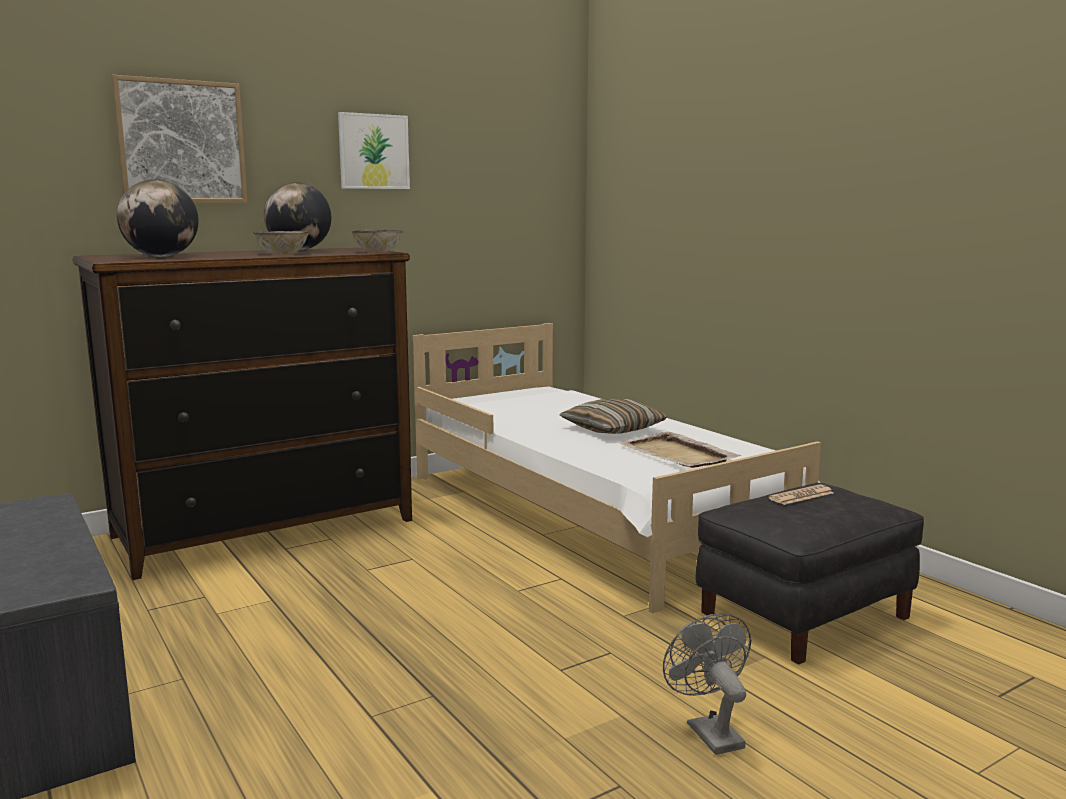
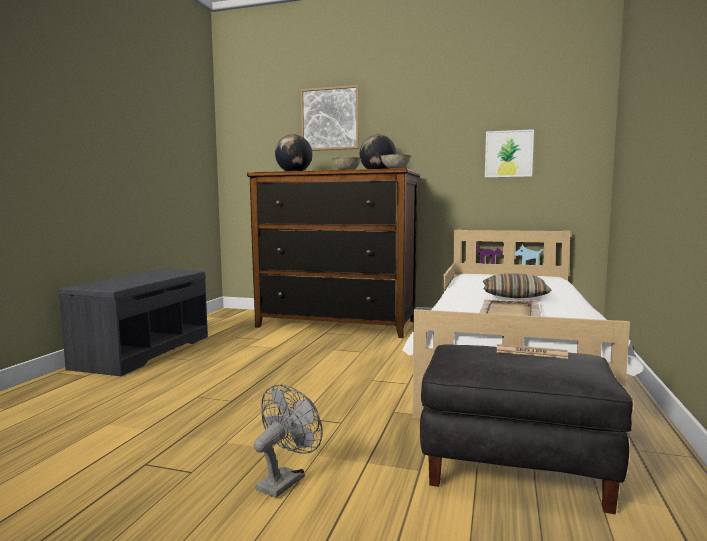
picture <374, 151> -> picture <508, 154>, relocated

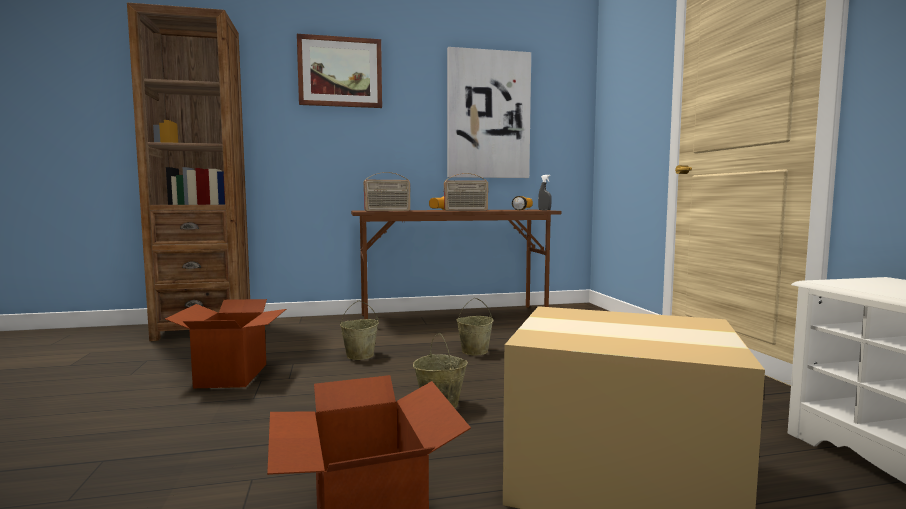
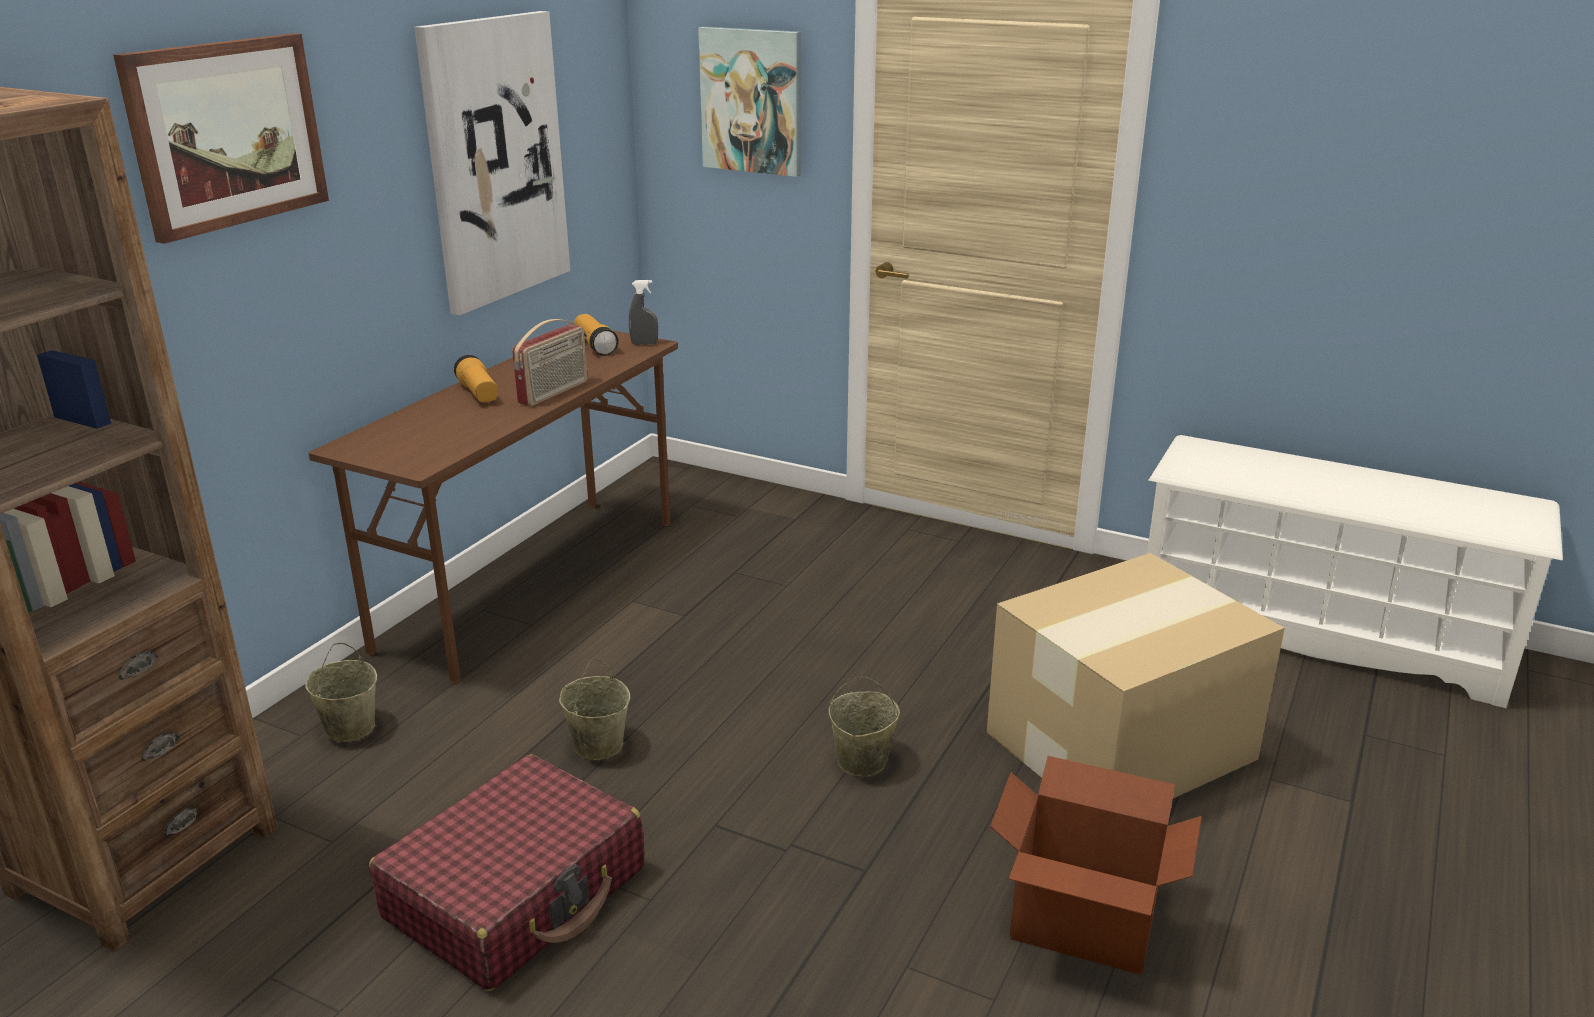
beige bucket <474, 351> -> beige bucket <349, 727>, relocated
cardboard box <233, 375> -> red suitcase <517, 893>
none -> picture <752, 101>
radio <387, 211> -> none

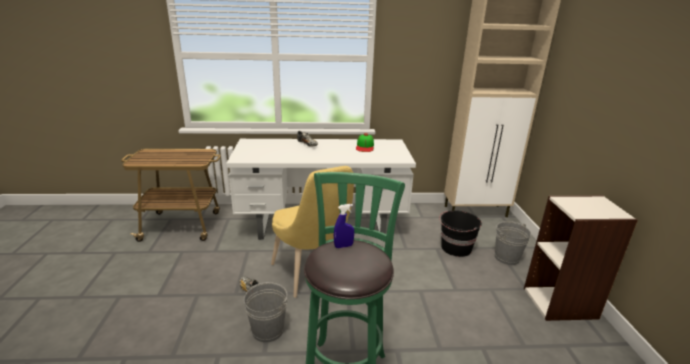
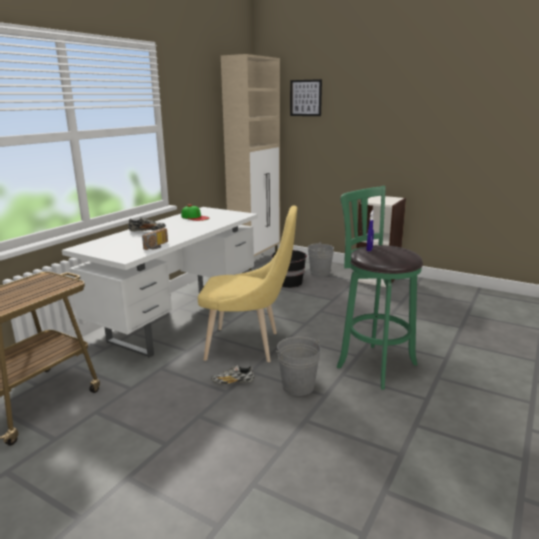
none -> radio <157, 246>
none -> picture <305, 98>

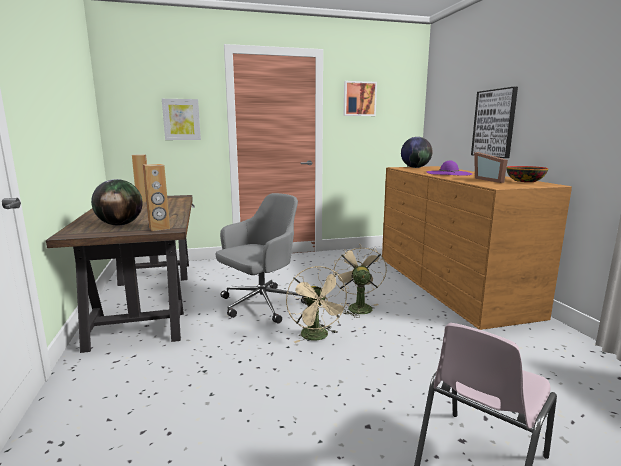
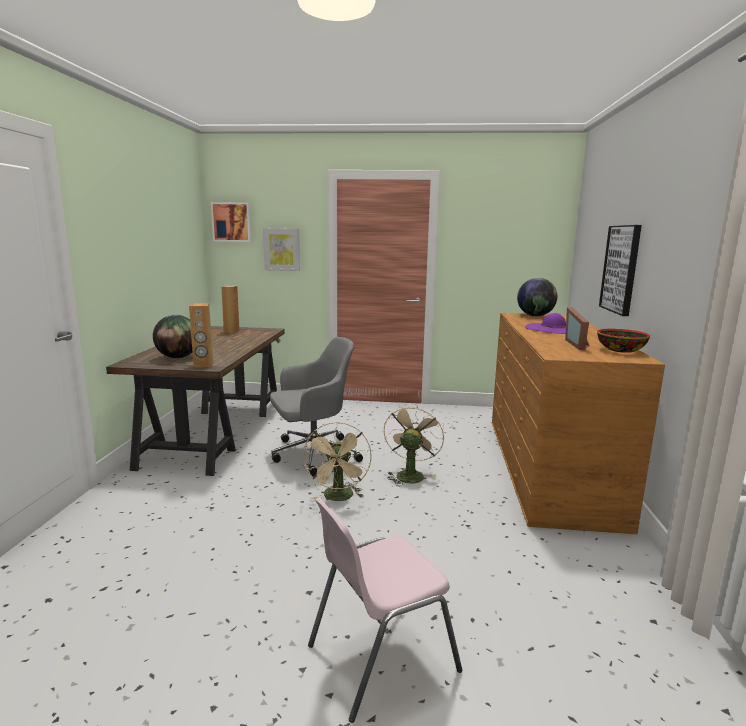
picture <359, 99> -> picture <232, 222>, relocated

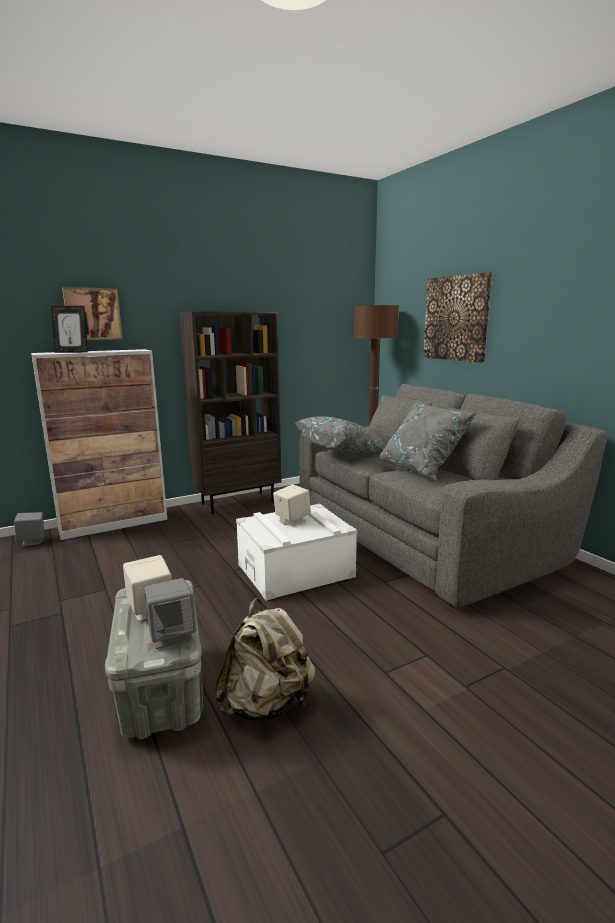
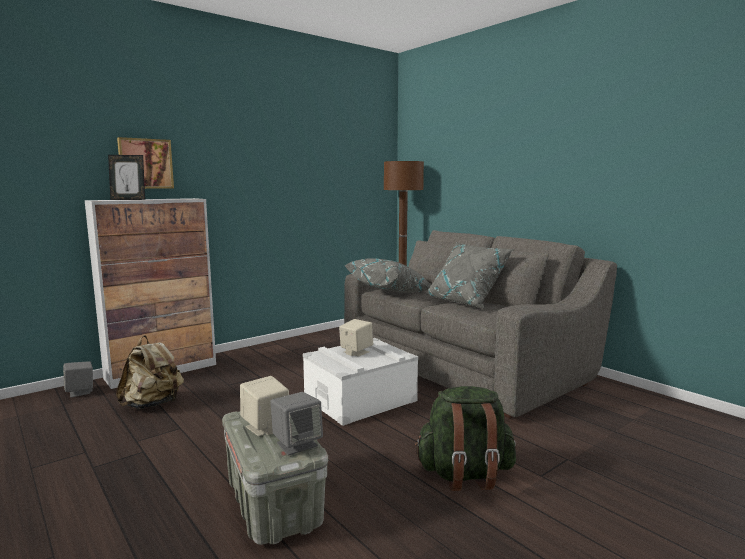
beige backpack <267, 704> -> beige backpack <153, 404>, relocated
none -> green backpack <465, 475>
brown bookcase <238, 502> -> none
picture <456, 318> -> none

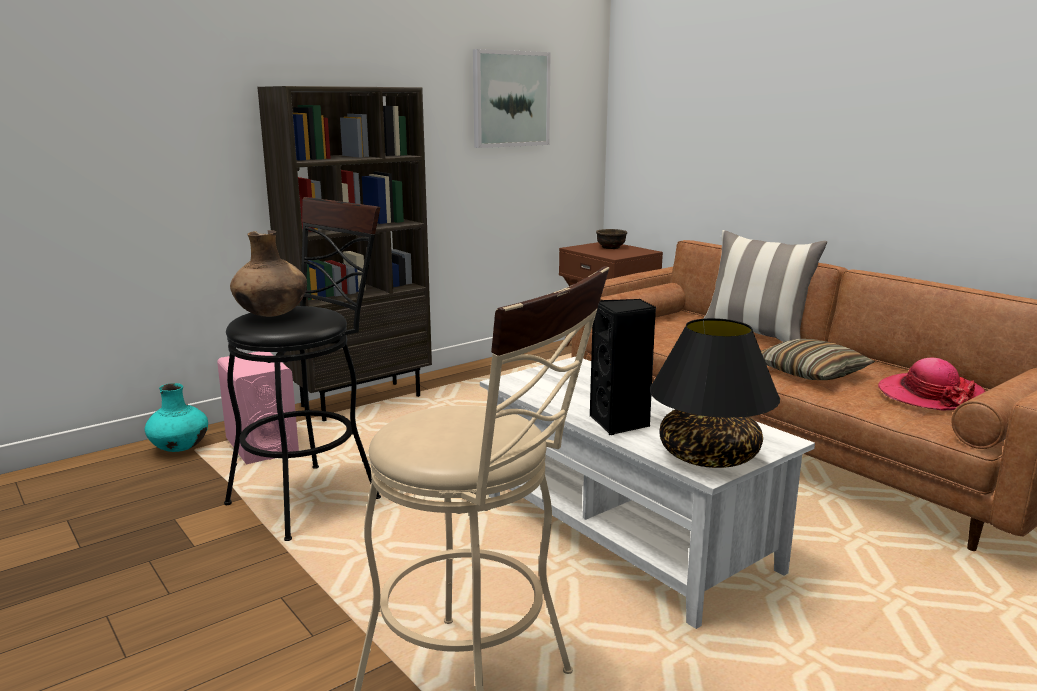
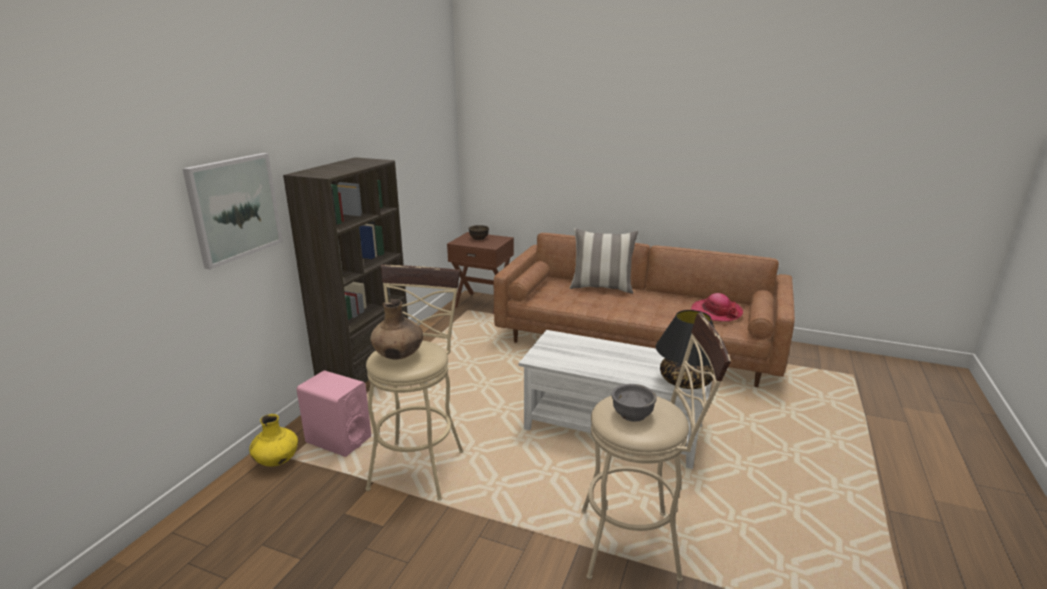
picture <510, 99> -> picture <234, 208>, relocated
turquoise vase <179, 448> -> yellow vase <277, 461>
black stool <314, 496> -> beige stool <419, 464>
none -> grey bowl <632, 414>
black speaker <620, 423> -> none
pillow <811, 373> -> none

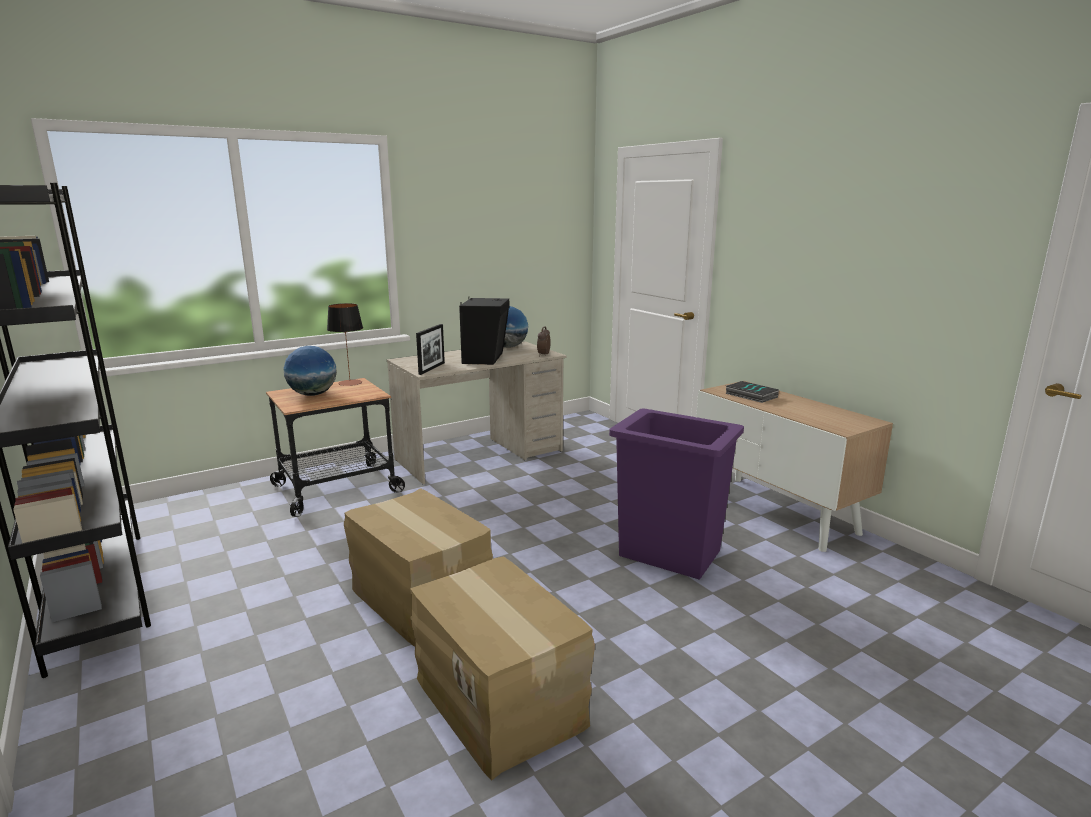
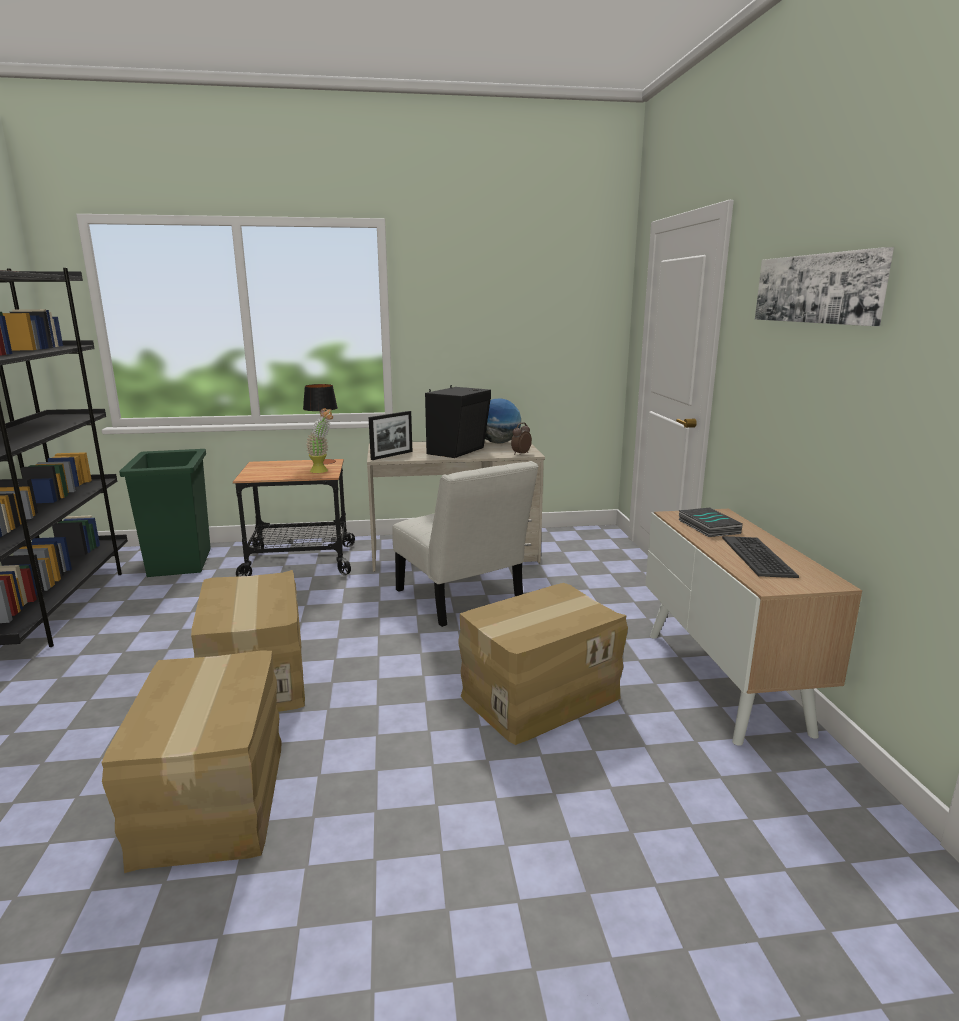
none -> green trash can <181, 562>
none -> potted plant <323, 471>
none -> white chair <462, 600>
purple trash can <668, 553> -> cardboard box <539, 696>
none -> keyboard <758, 557>
none -> picture <818, 288>
globe <313, 394> -> none

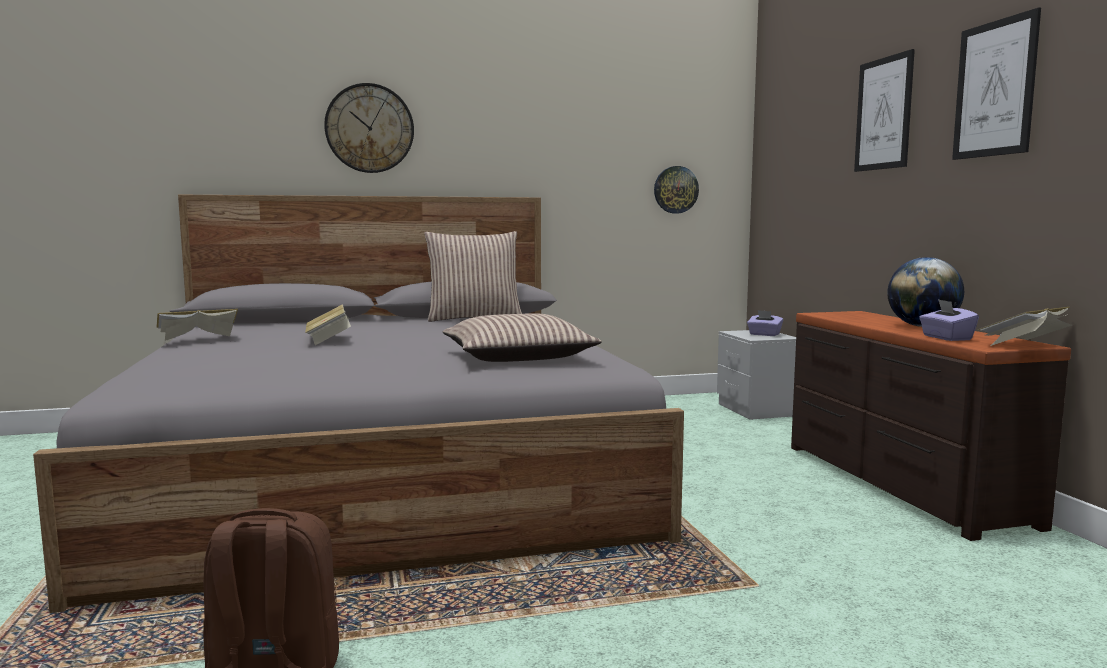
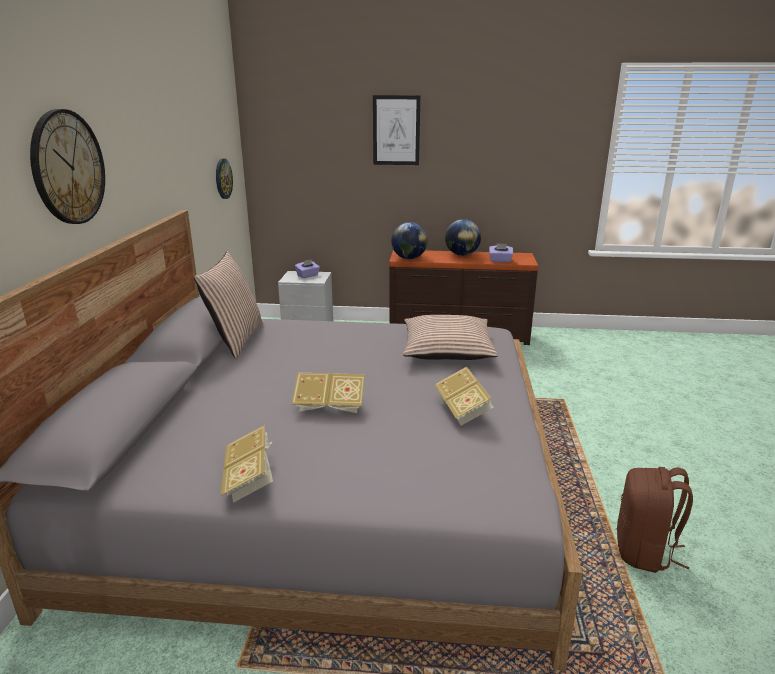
none -> globe <409, 258>
book <1024, 345> -> book <462, 409>, relocated
picture <994, 89> -> none

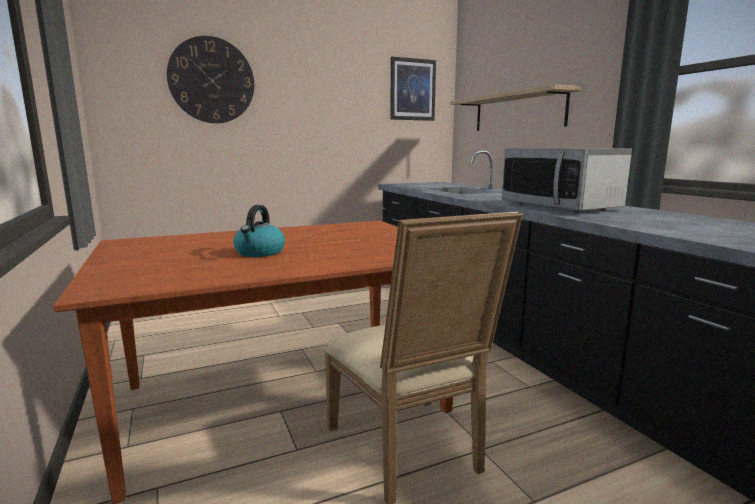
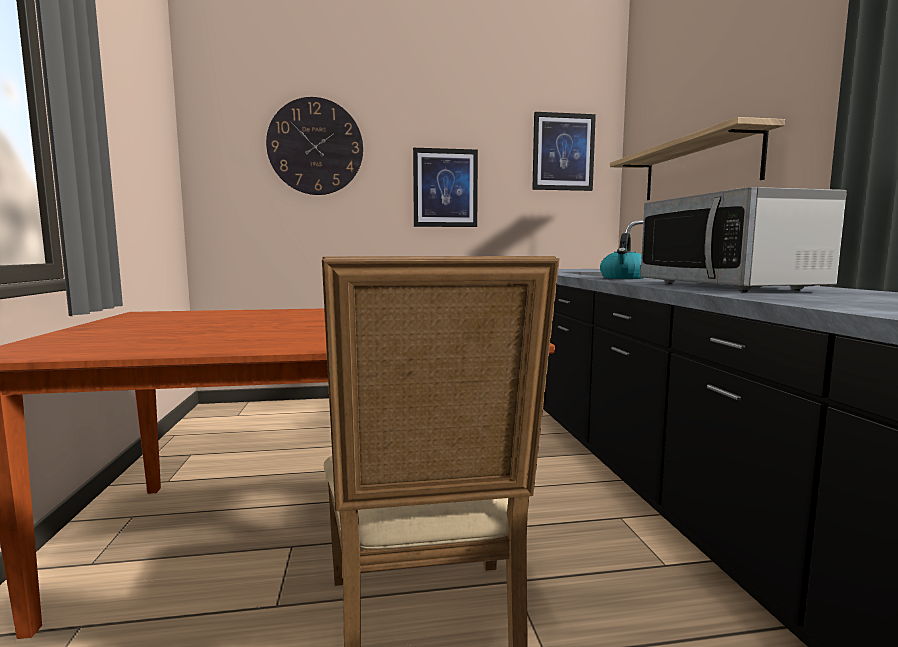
none -> picture <445, 188>
kettle <259, 252> -> kettle <623, 278>, relocated

